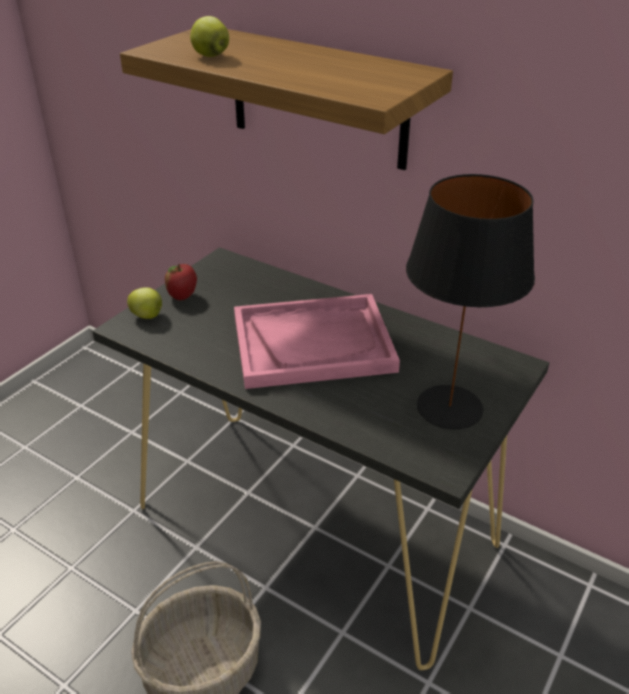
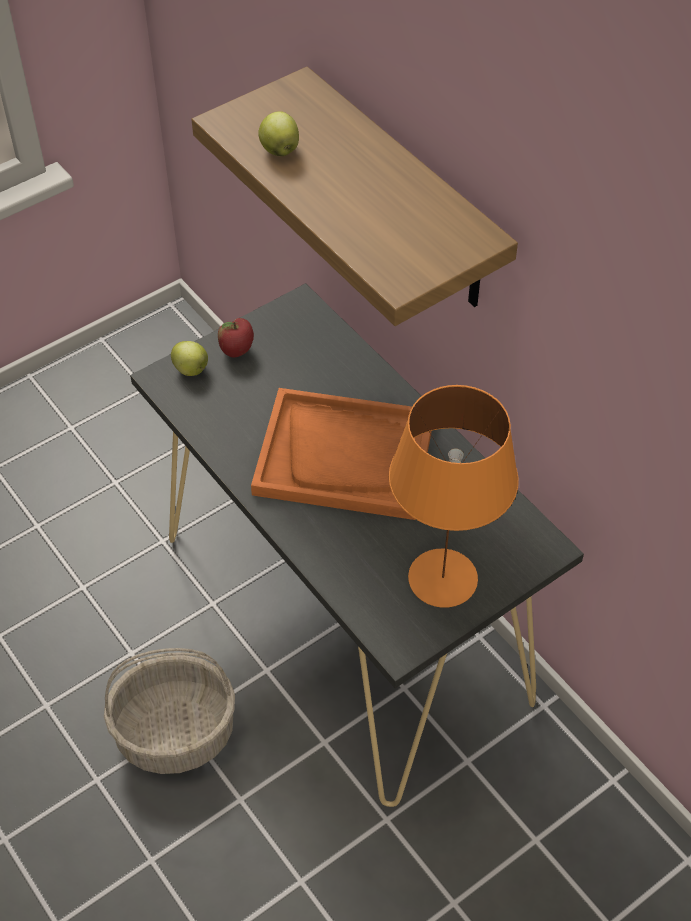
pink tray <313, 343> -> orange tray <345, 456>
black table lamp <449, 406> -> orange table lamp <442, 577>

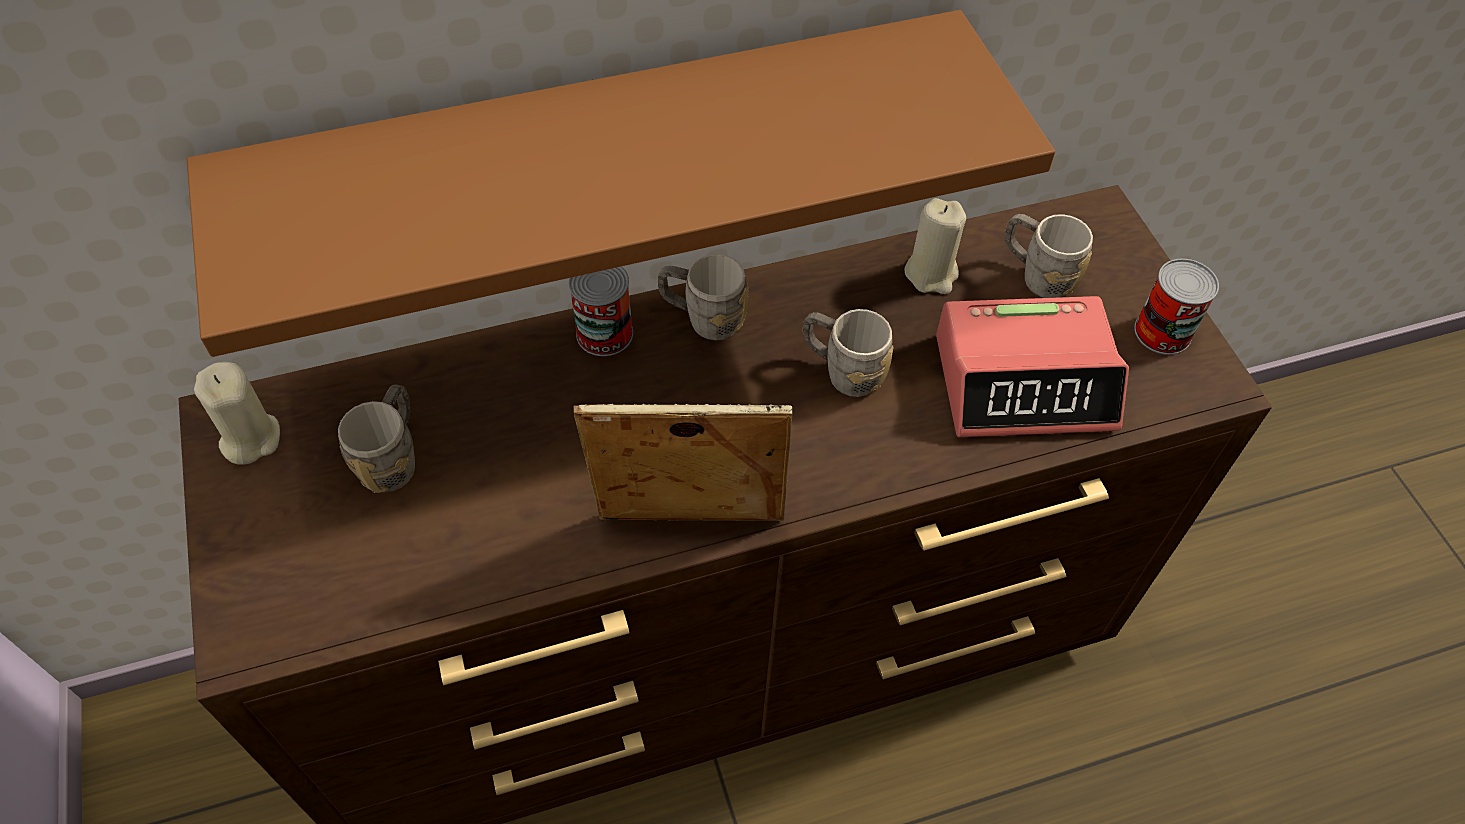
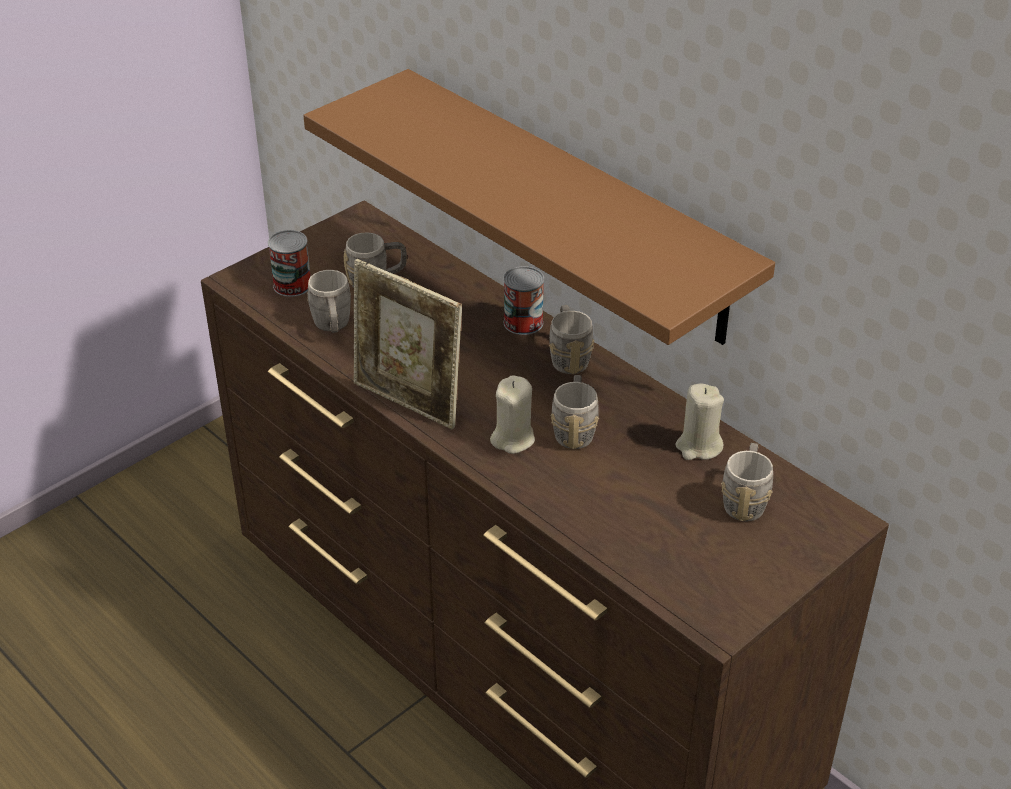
can <1162, 332> -> can <292, 285>, relocated
none -> grey mug <332, 327>
picture frame <689, 525> -> picture frame <408, 403>, 150 degrees clockwise
beige candle <250, 438> -> beige candle <513, 439>, relocated
alarm clock <1025, 381> -> none

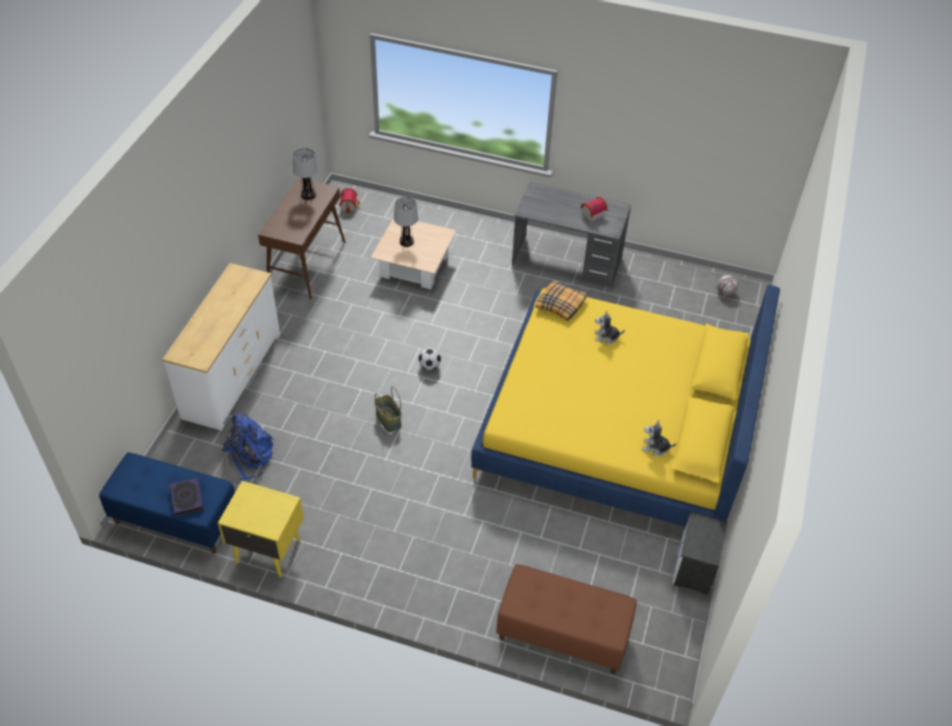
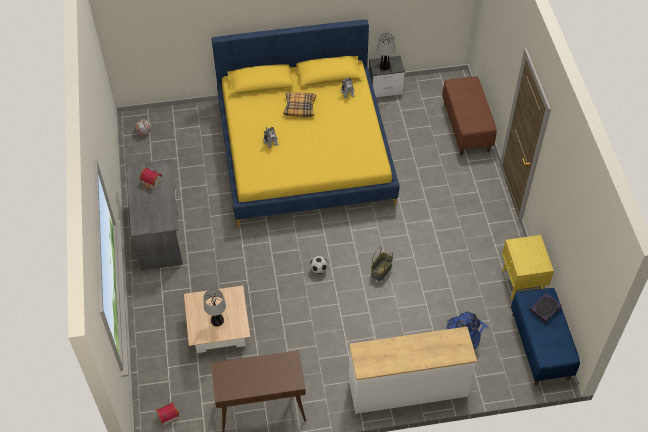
pillow <561, 305> -> pillow <300, 107>, relocated
table lamp <308, 195> -> table lamp <385, 66>, relocated

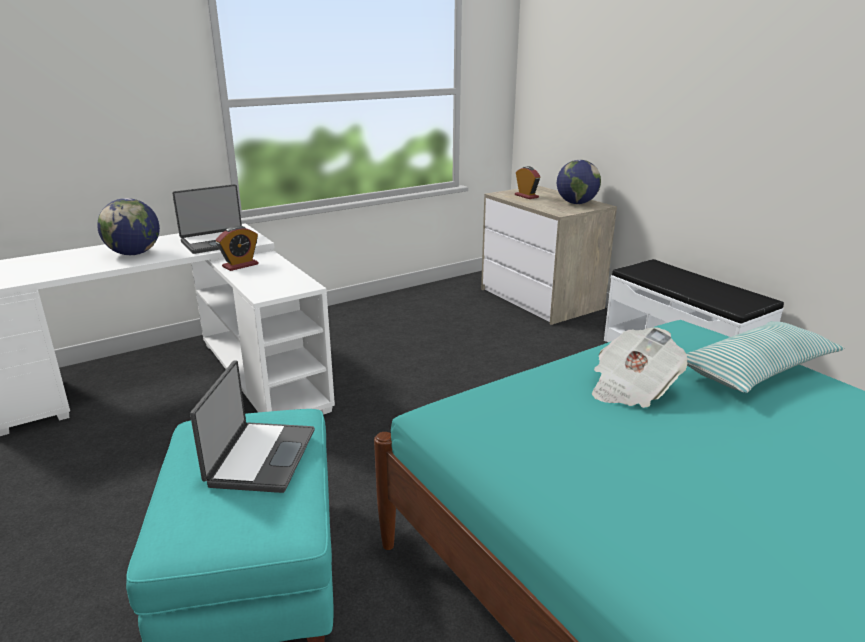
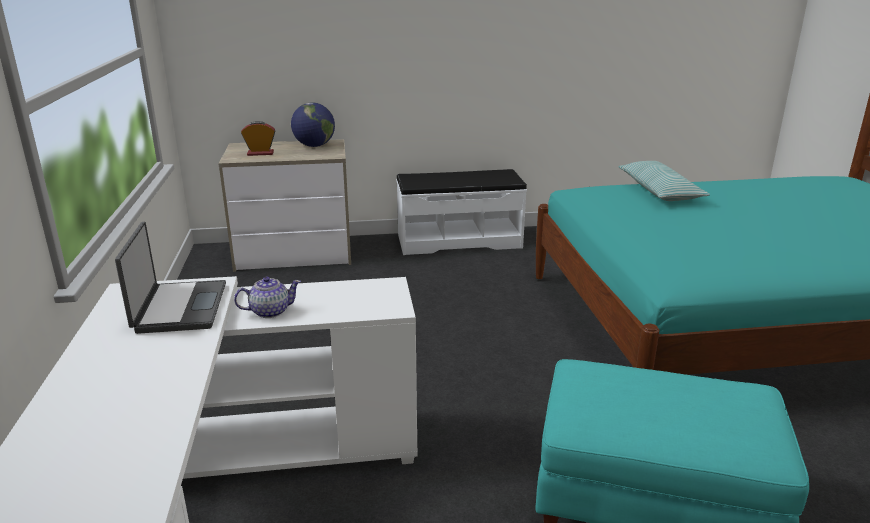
alarm clock <240, 265> -> teapot <269, 311>
globe <134, 253> -> none
laptop <260, 457> -> none
newspaper <631, 388> -> none

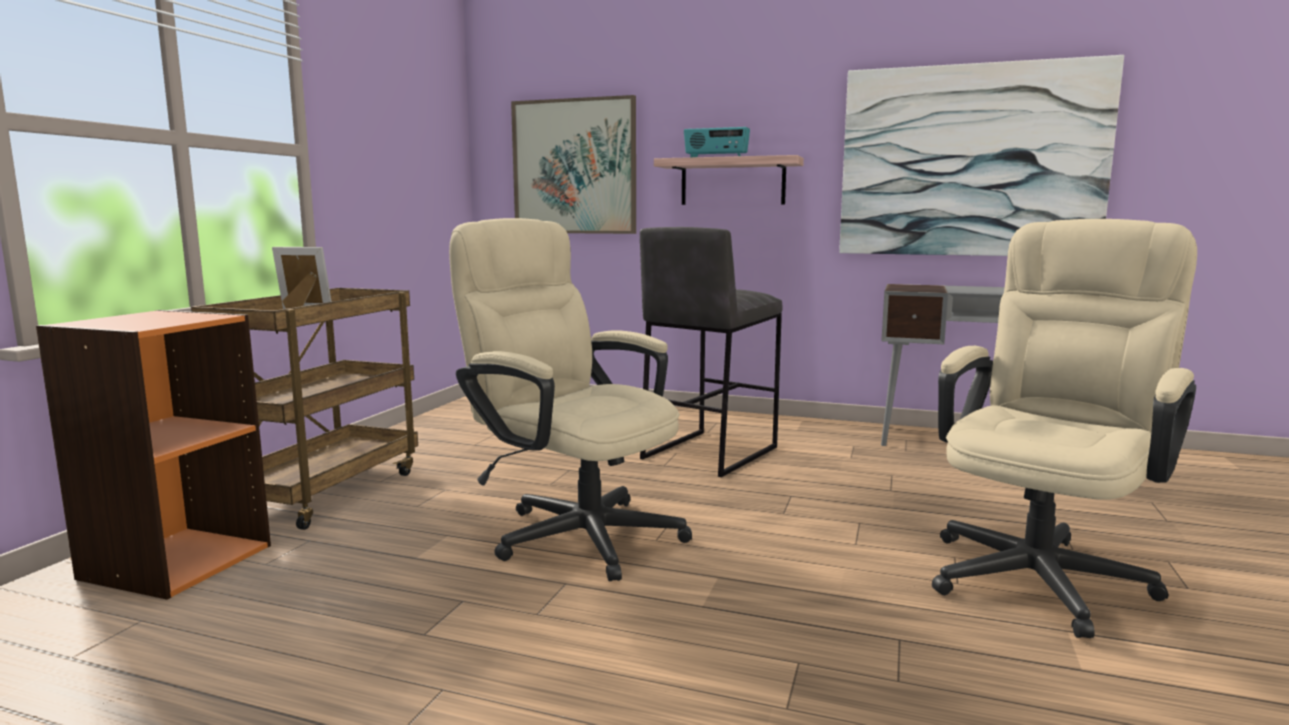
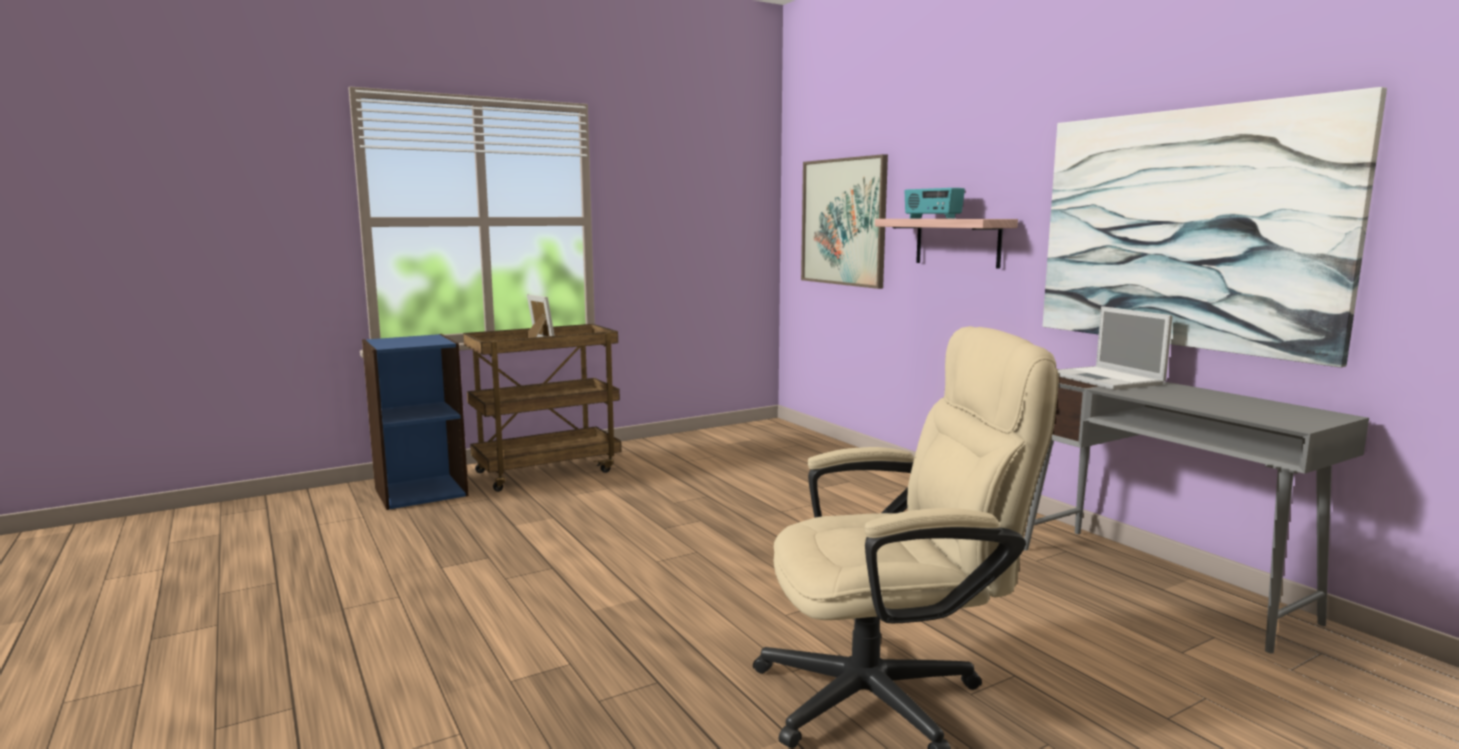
orange bookcase <176, 561> -> blue bookcase <420, 491>
none -> laptop <1107, 379>
beige office chair <574, 531> -> none
grey stool <708, 453> -> none

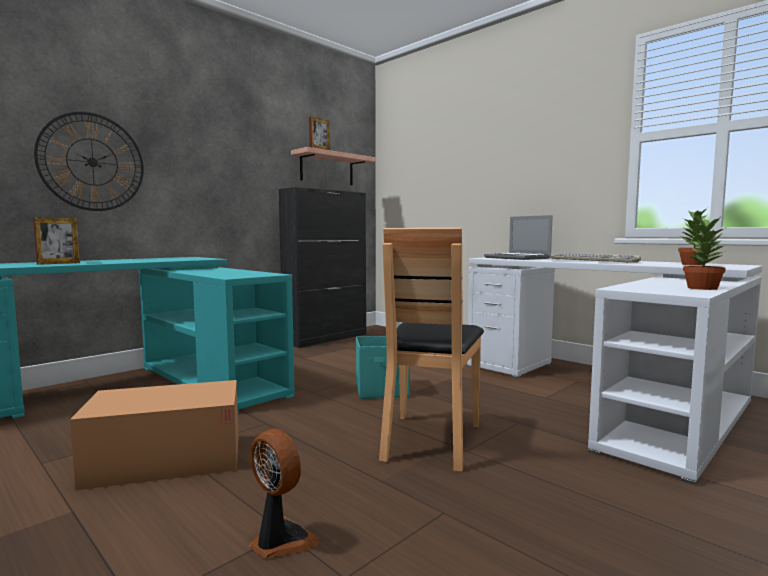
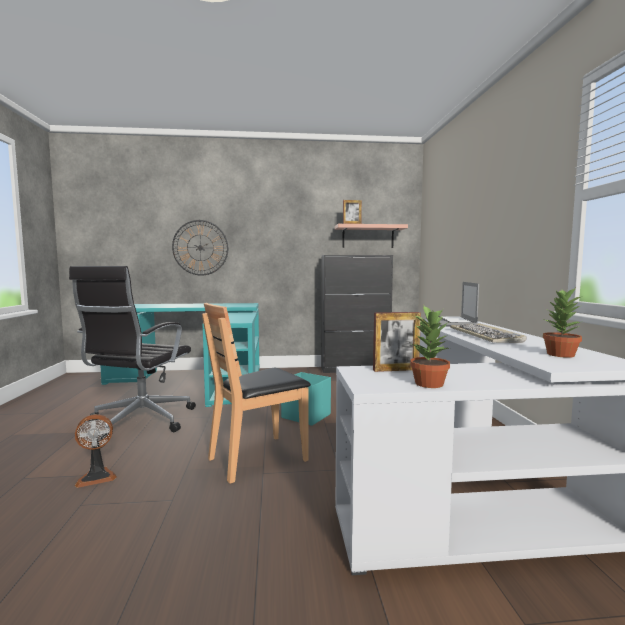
cardboard box <166, 460> -> black office chair <140, 421>
fan <280, 541> -> fan <97, 477>, 75 degrees clockwise
picture frame <58, 263> -> picture frame <396, 370>, relocated

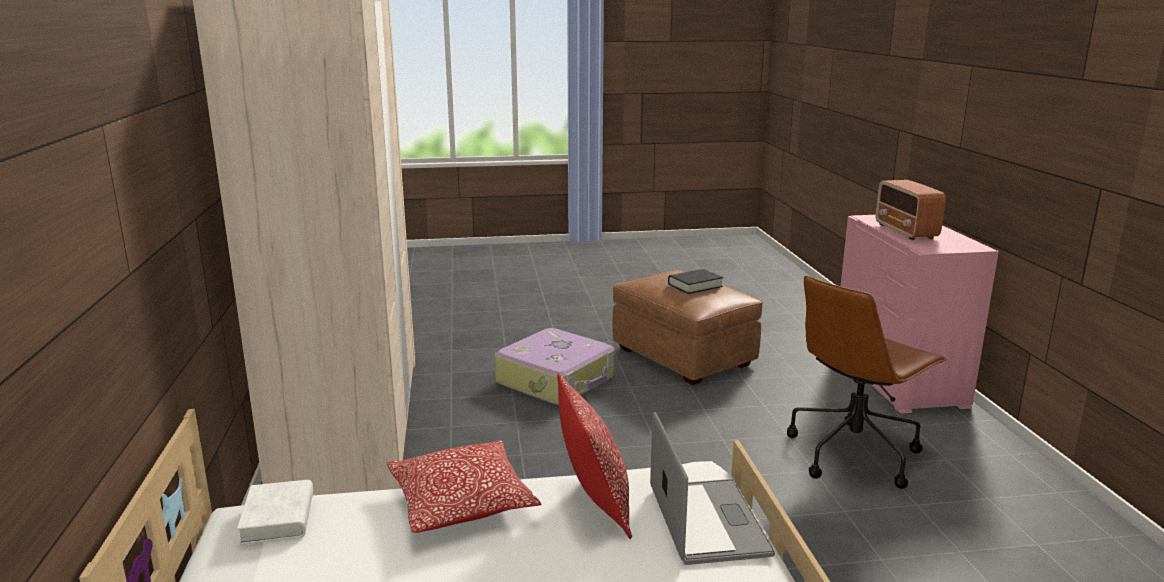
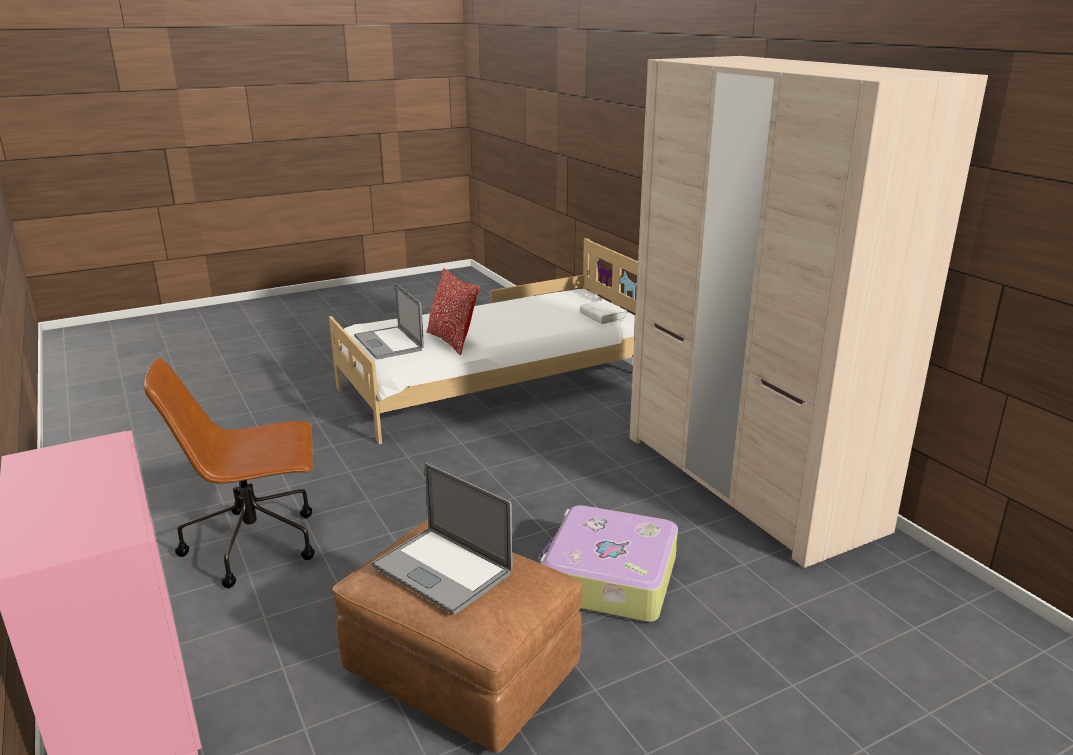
brown office chair <854, 453> -> brown office chair <256, 543>, 135 degrees counterclockwise
black book <695, 285> -> laptop <442, 569>
pillow <461, 503> -> none
radio <906, 231> -> none

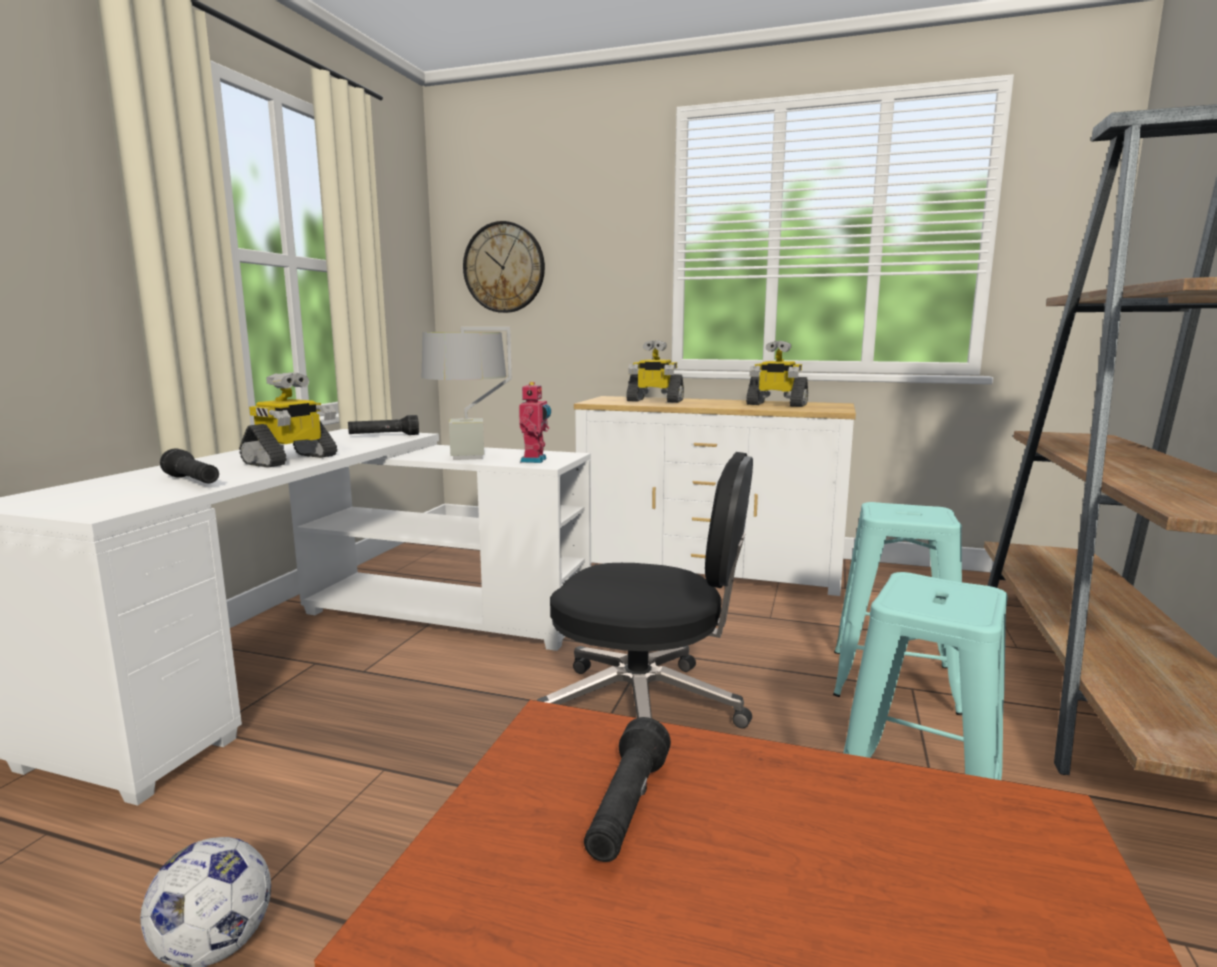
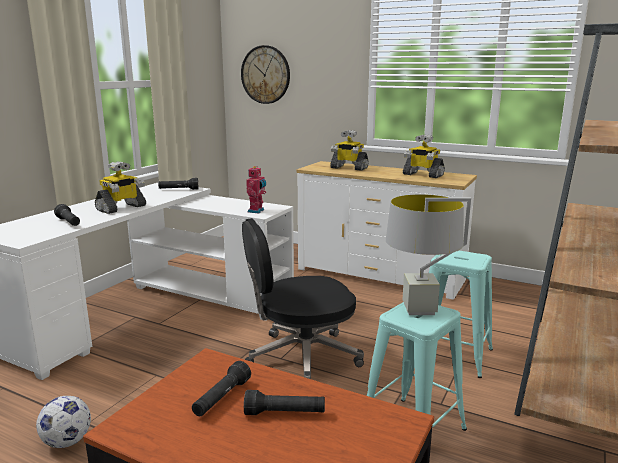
black office chair <646, 709> -> black office chair <301, 357>, 135 degrees clockwise
none -> black flashlight <285, 413>
grey table lamp <468, 457> -> grey table lamp <419, 309>, relocated

